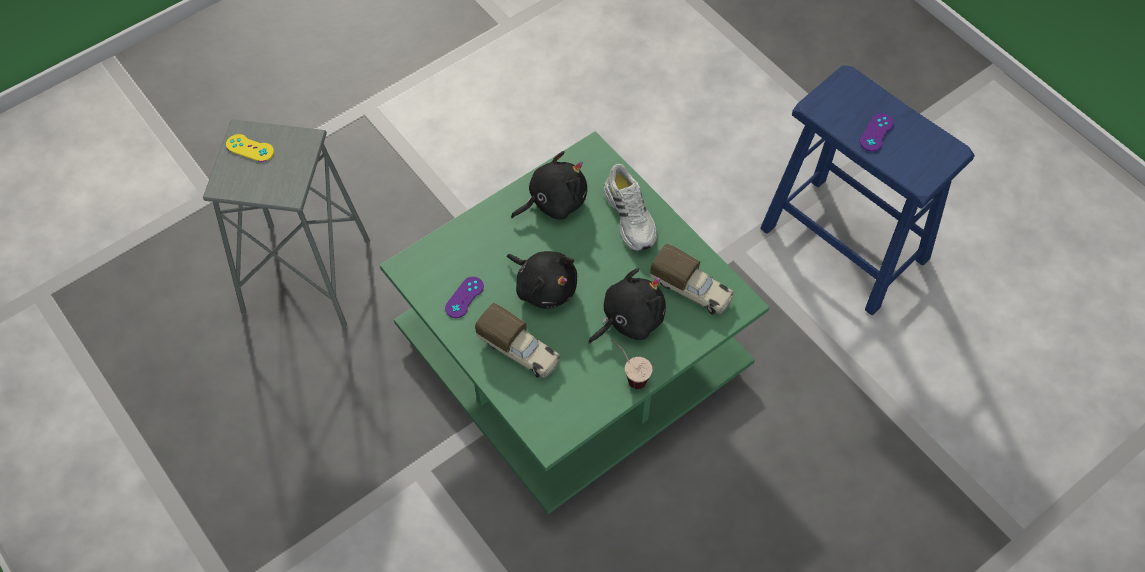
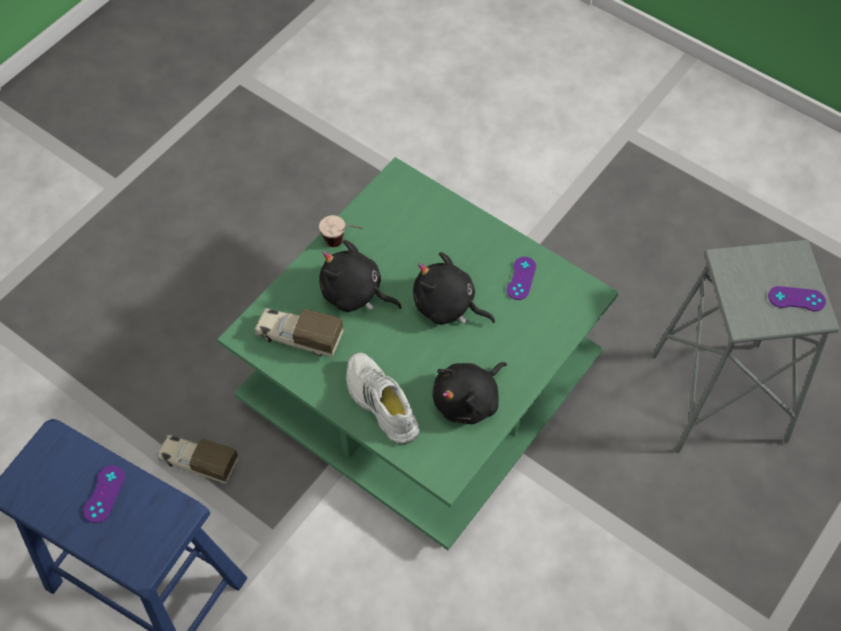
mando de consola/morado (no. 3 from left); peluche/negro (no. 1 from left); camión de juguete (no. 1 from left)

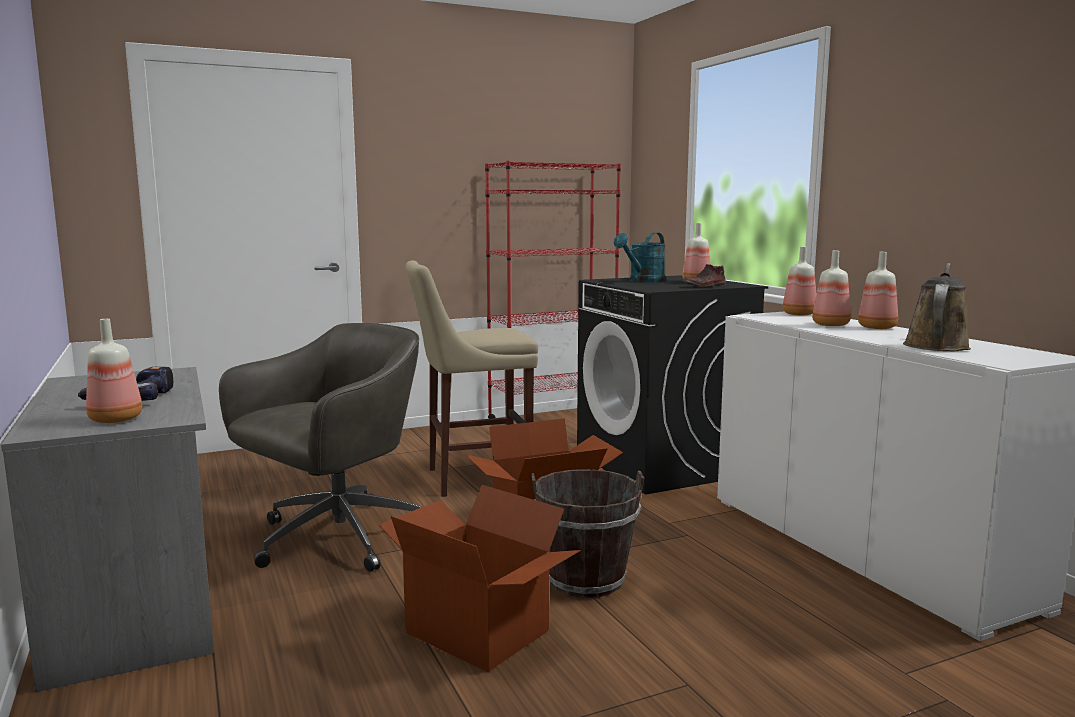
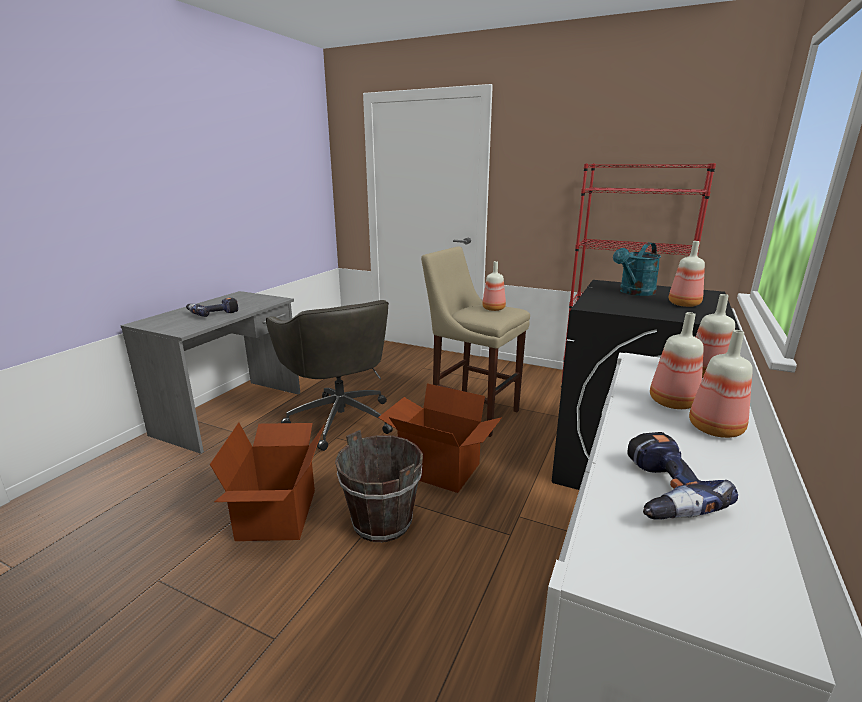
regadera/turquesa; taladro (no. 2 from left); zapato/marrón; botella (no. 1 from left); silla de oficina/gris

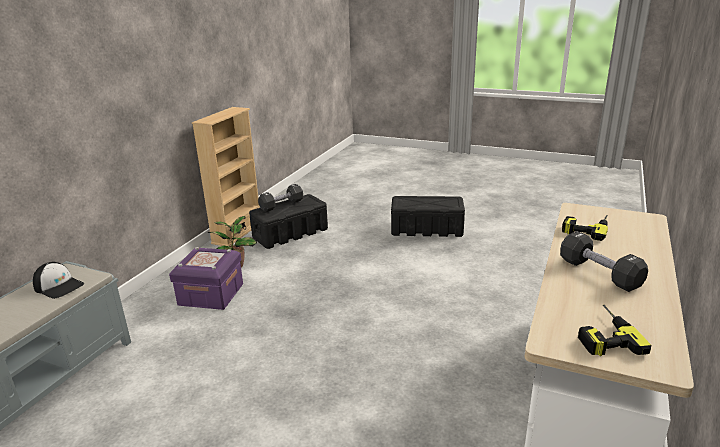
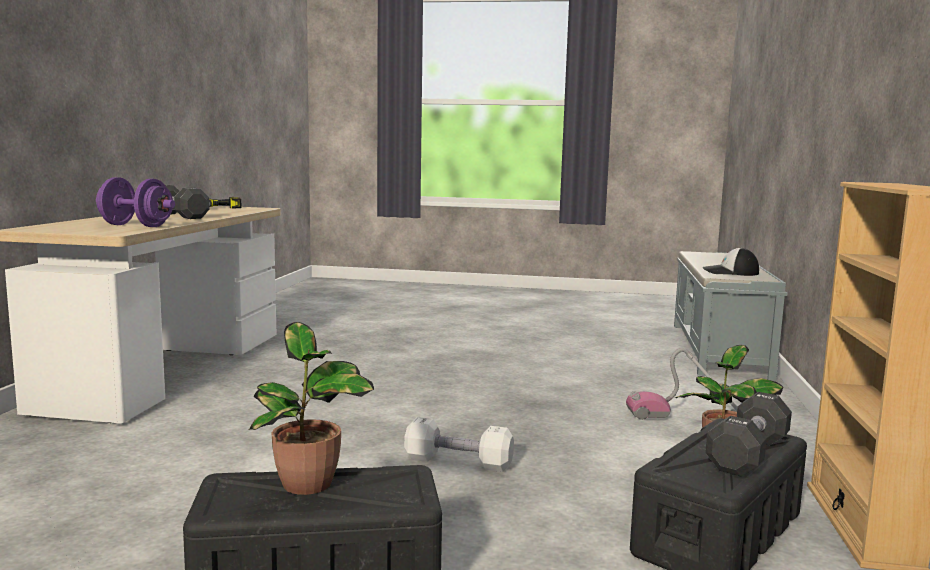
mancuerna/morado; aspiradora; planta en maceta (no. 1 from left); mancuerna/blanco

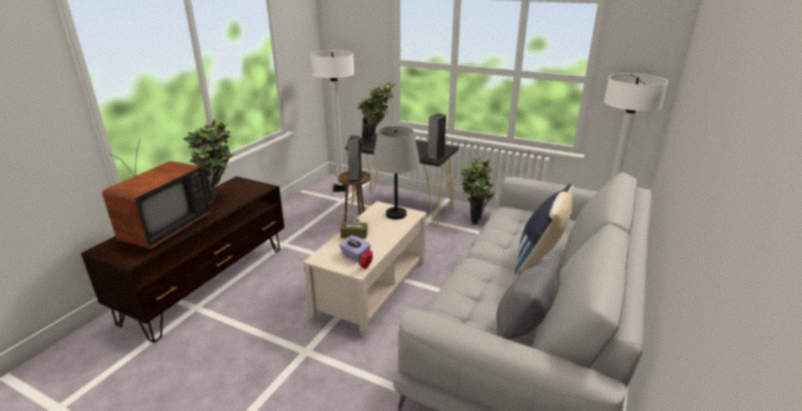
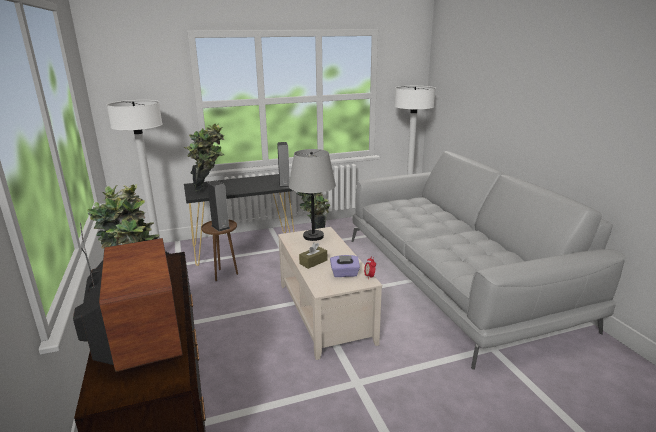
cojín/azul; cojín/gris

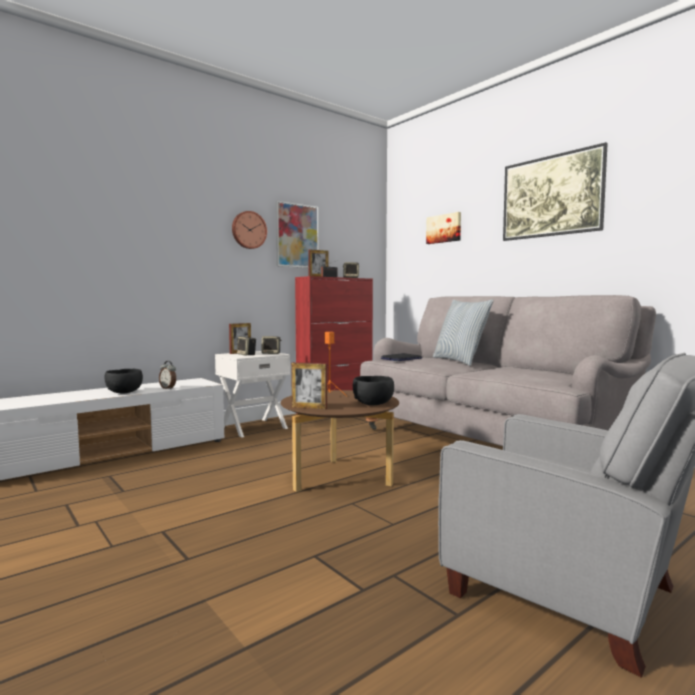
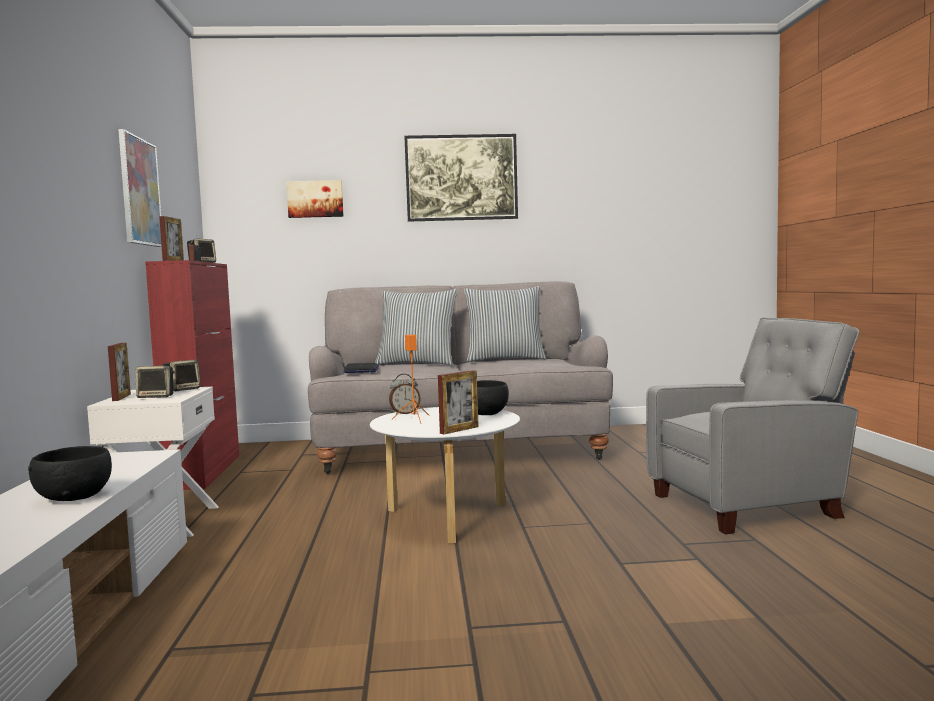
reloj de pared; despertador; mesa de centro/blanco; cojín (no. 2 from left)

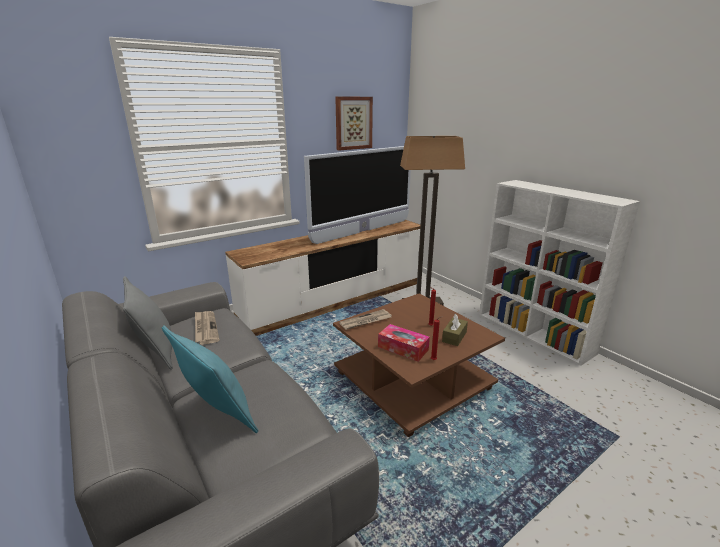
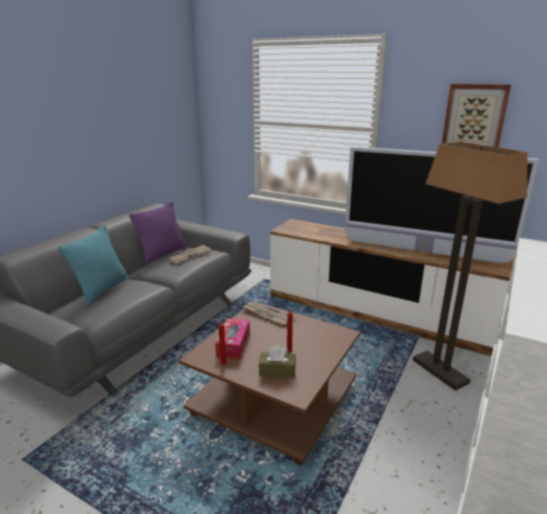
cojín/morado

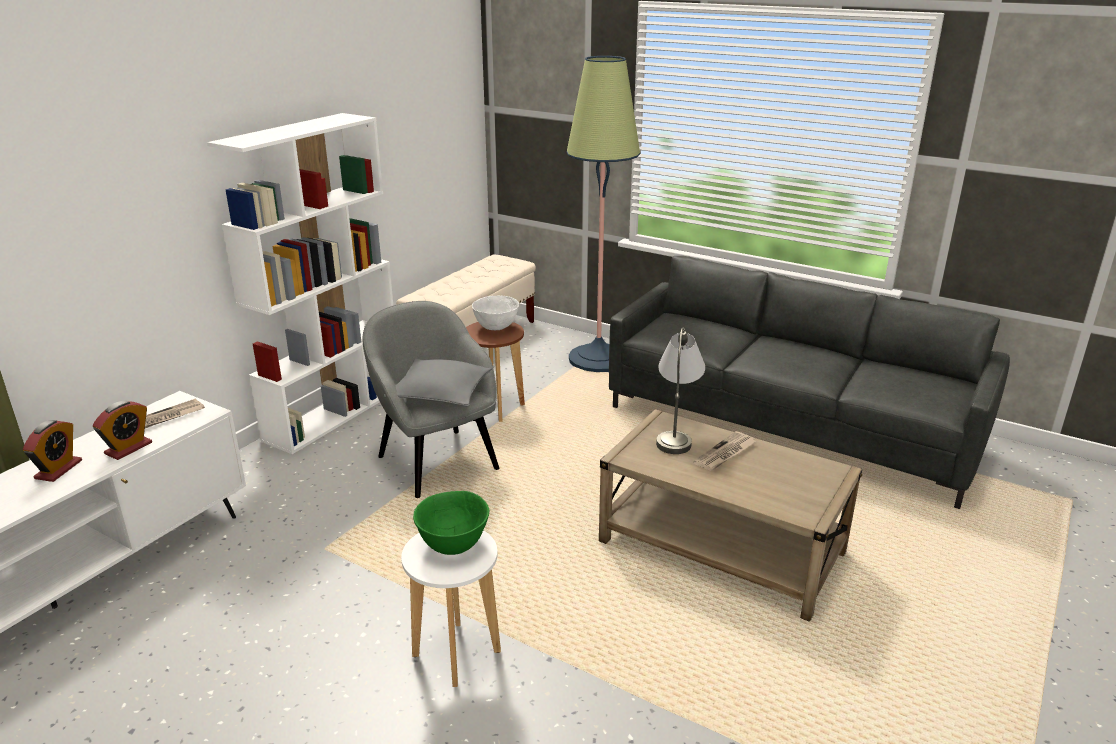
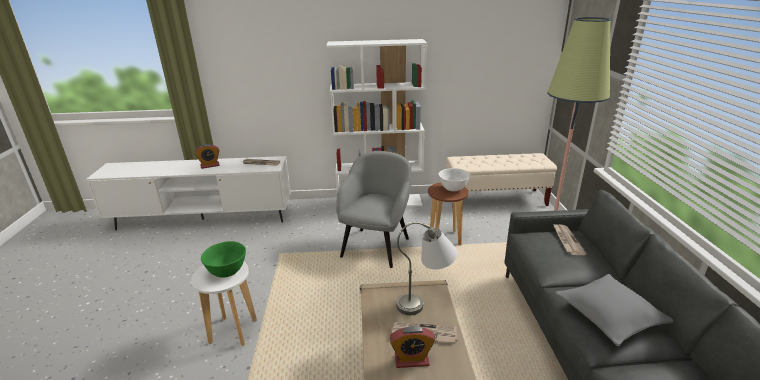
cojín/gris; despertador (no. 2 from left); periódico (no. 3 from left)

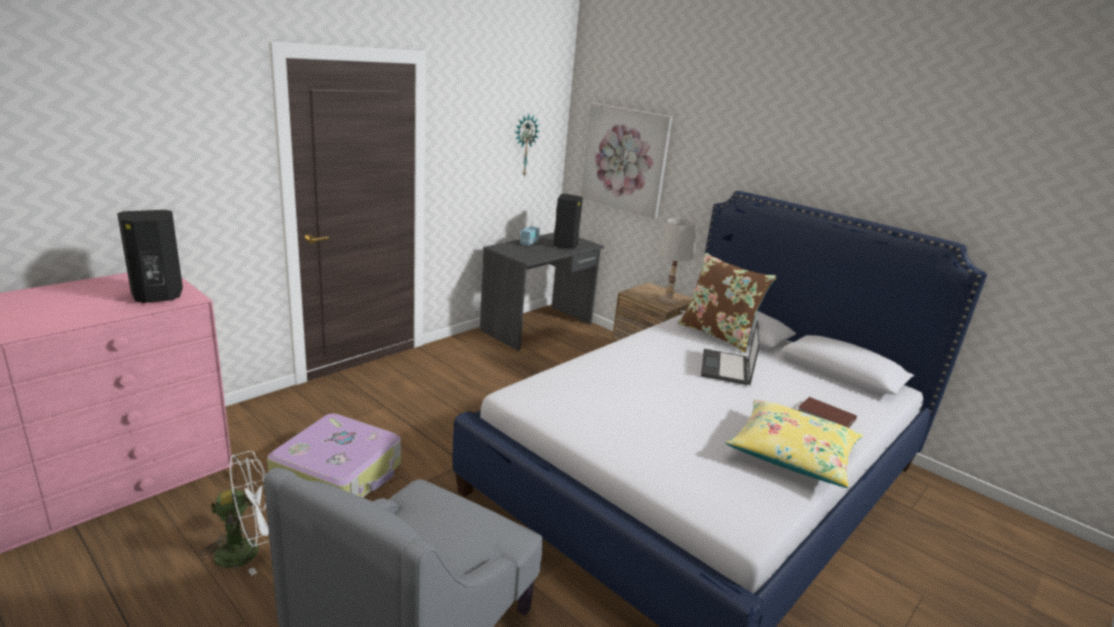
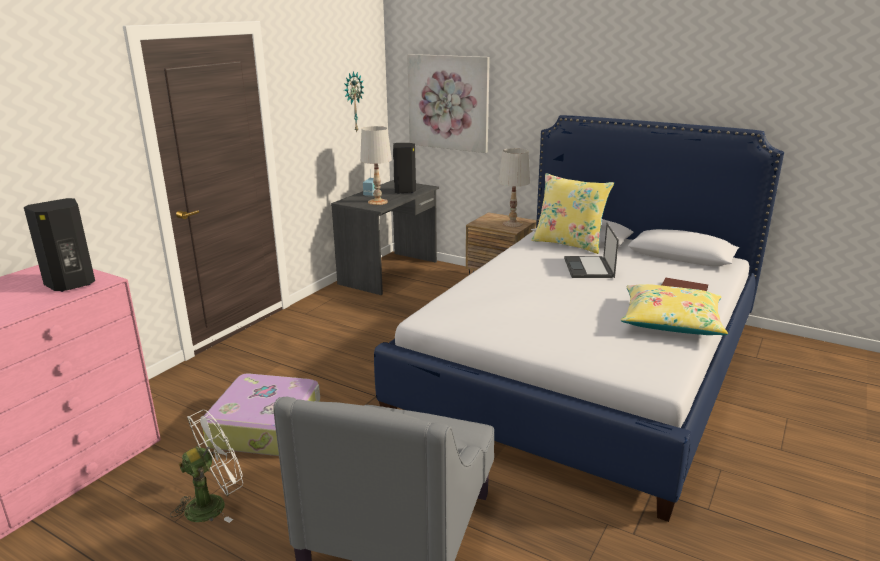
cojín/amarillo (no. 1 from left); lámpara de mesa/blanco (no. 1 from left)

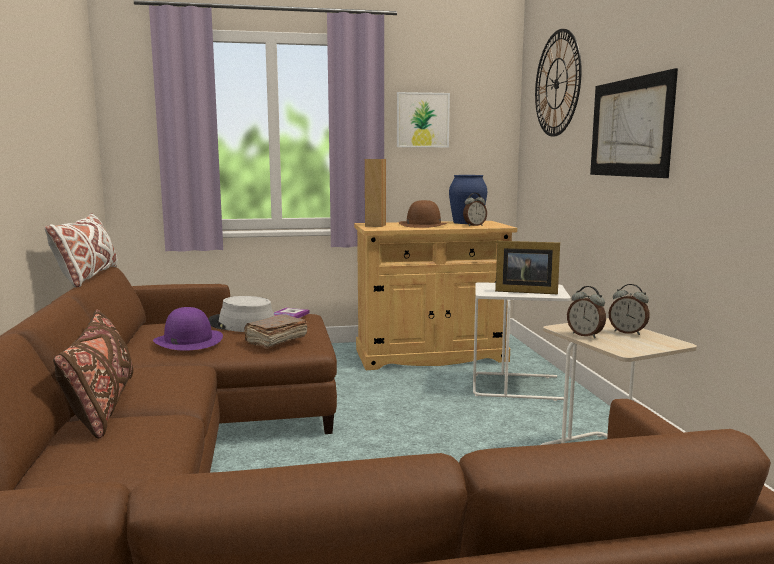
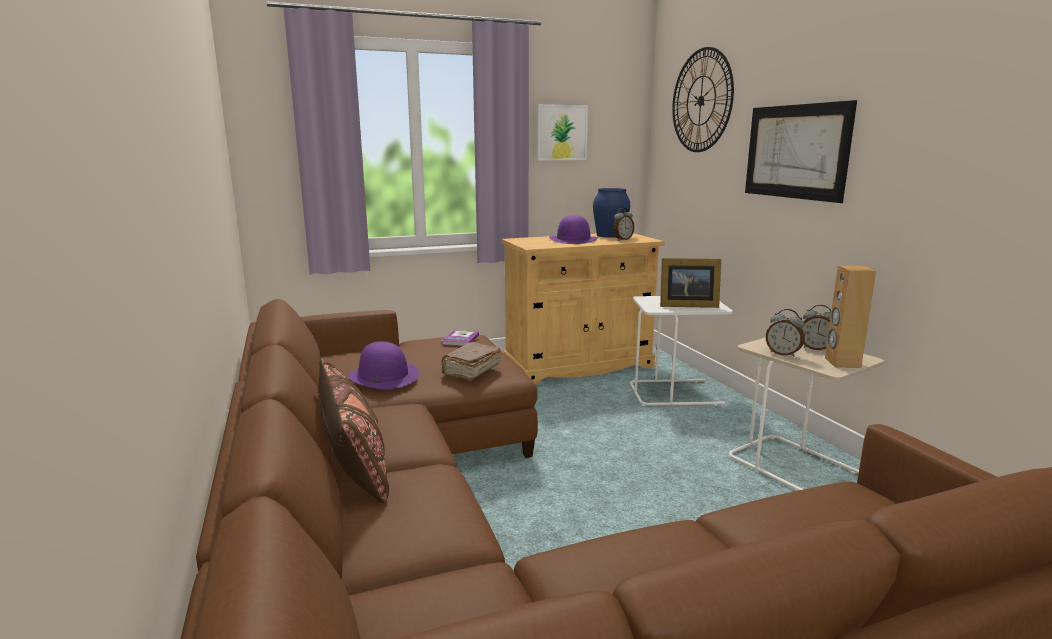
altavoz/marrón; sombrero/morado (no. 2 from left); cojín/blanco; sombrero/gris

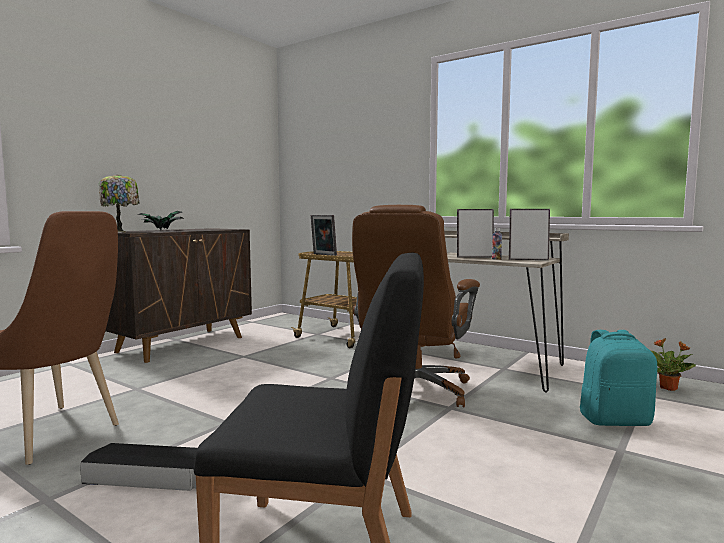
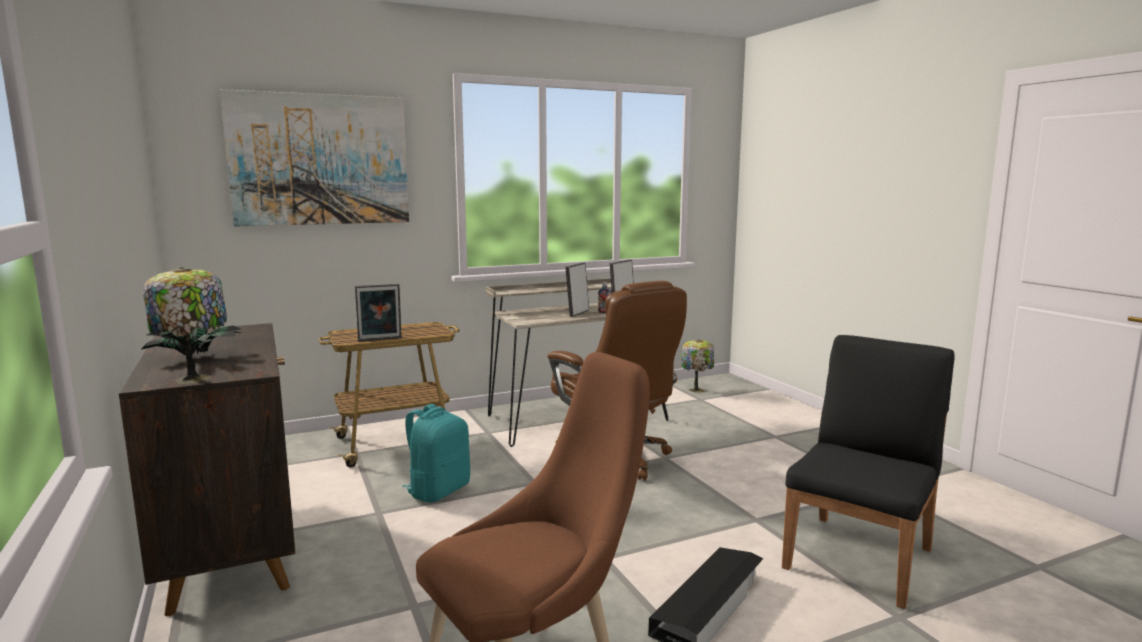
mochila/turquesa; lámpara de mesa (no. 2 from left); cuadro

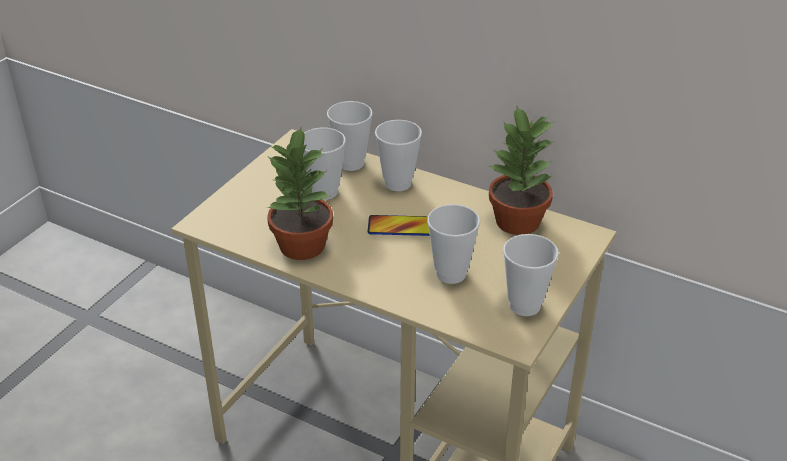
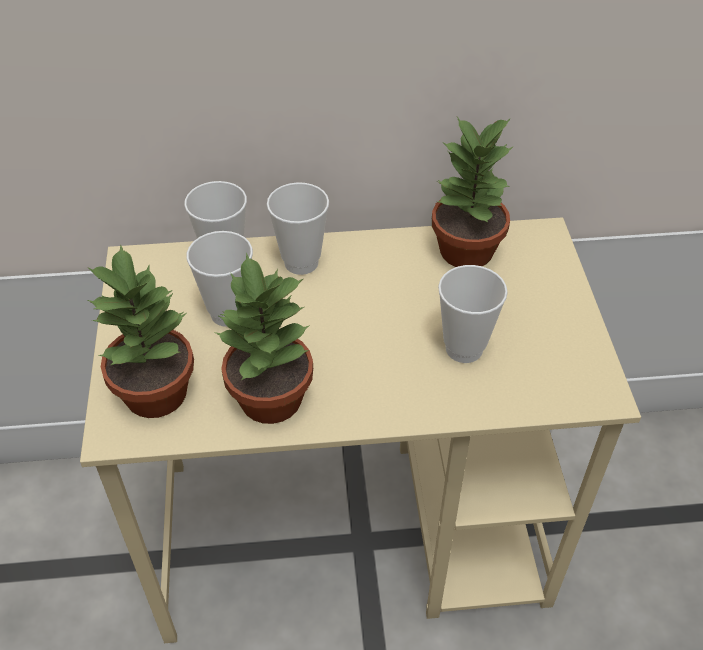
móvil; taza (no. 5 from left in the first image); planta en maceta (no. 1 from left)

